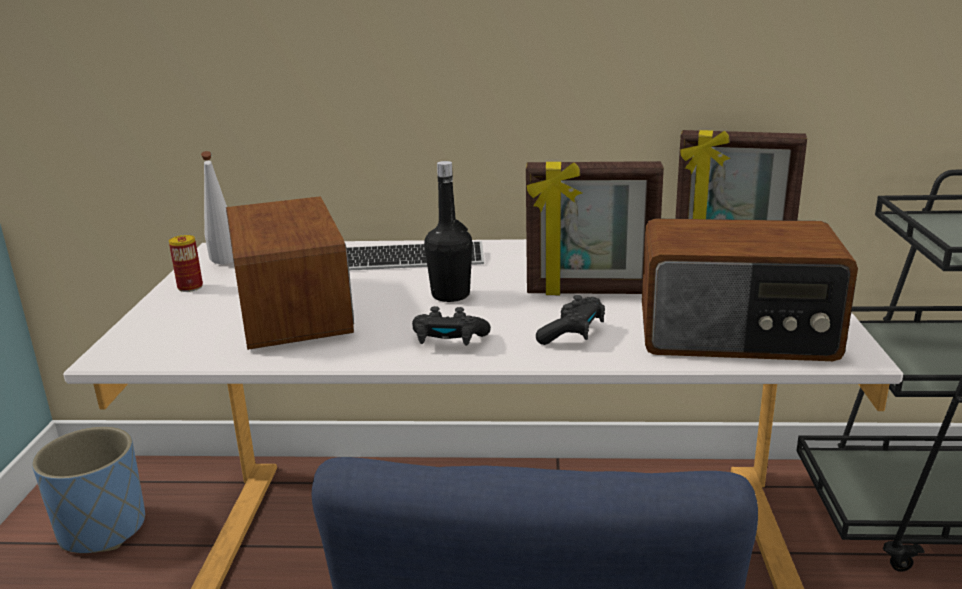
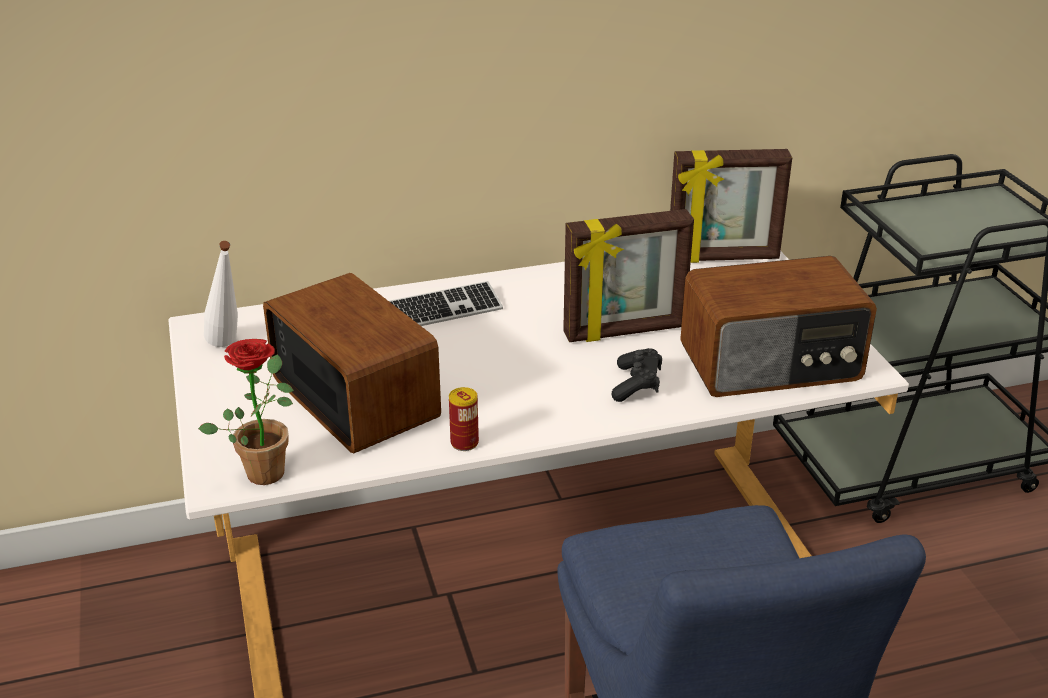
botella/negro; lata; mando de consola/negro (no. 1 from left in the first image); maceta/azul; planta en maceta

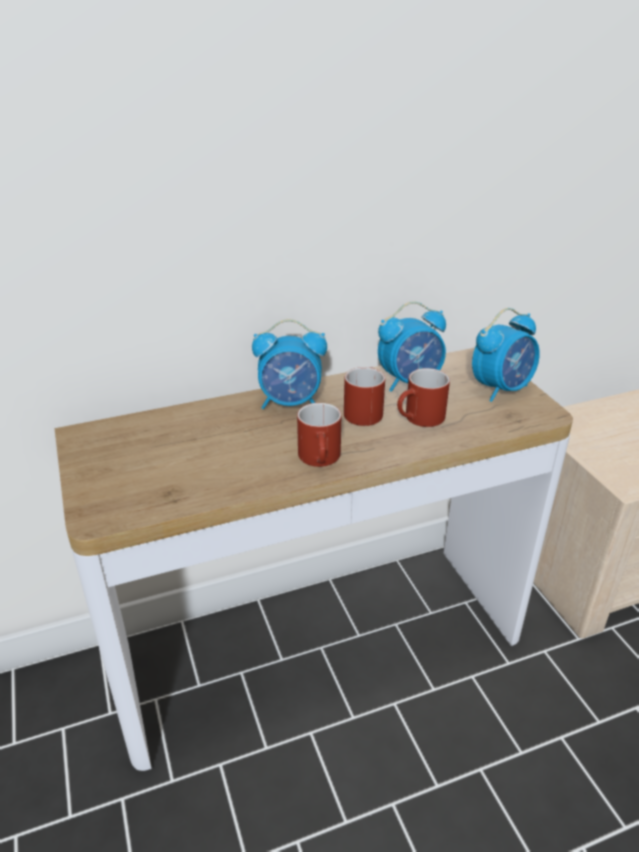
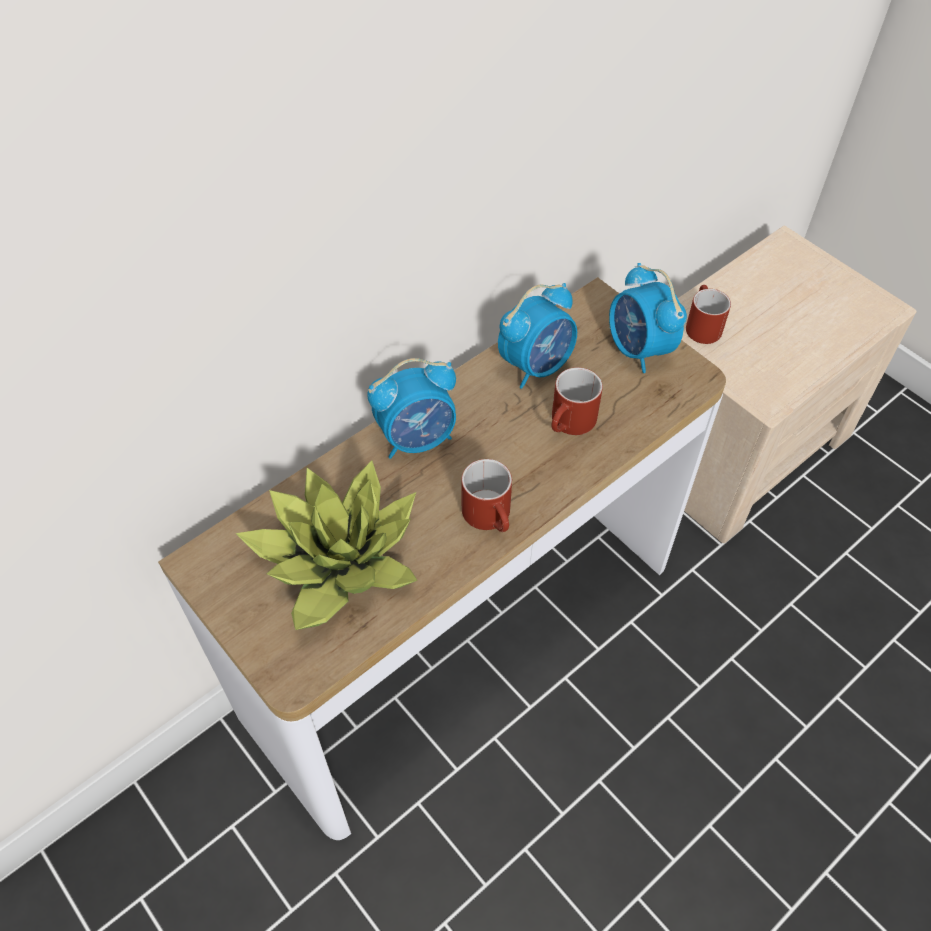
despertador (no. 3 from left); taza grande/rojo (no. 3 from left); planta en maceta

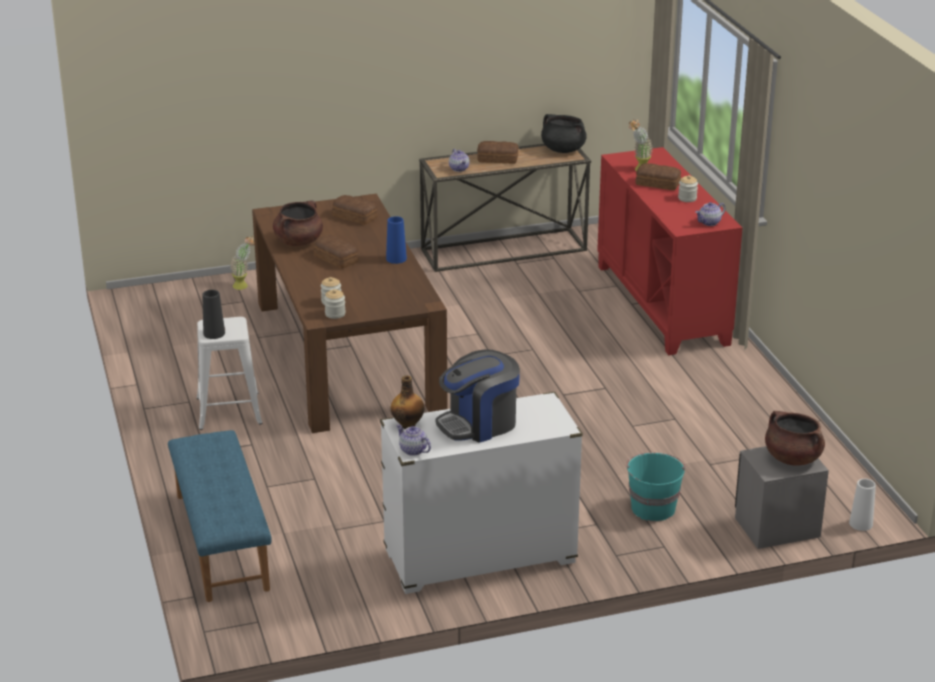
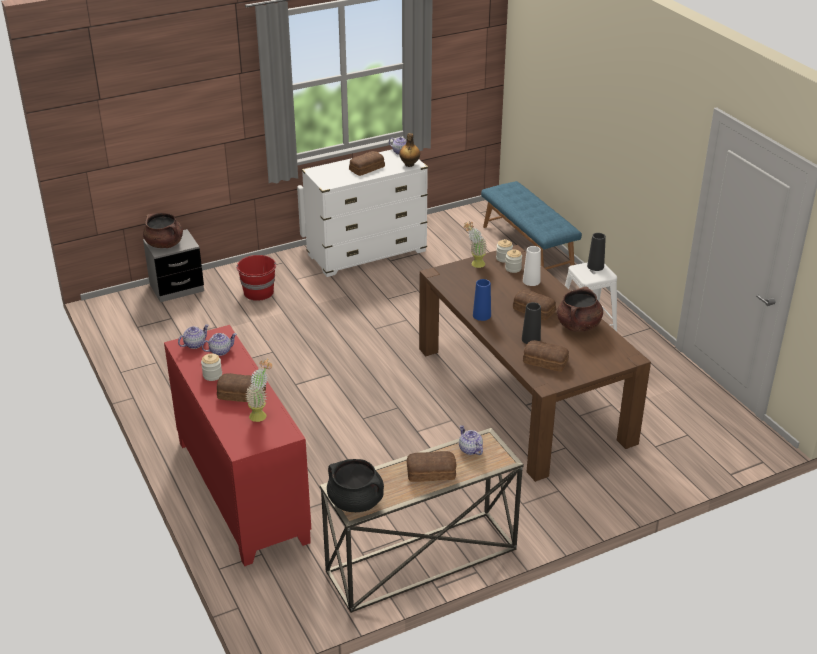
planta en maceta (no. 2 from left); pan (no. 2 from left); cubo/rojo; florero/blanco; florero/negro (no. 1 from left); tetera (no. 2 from left)

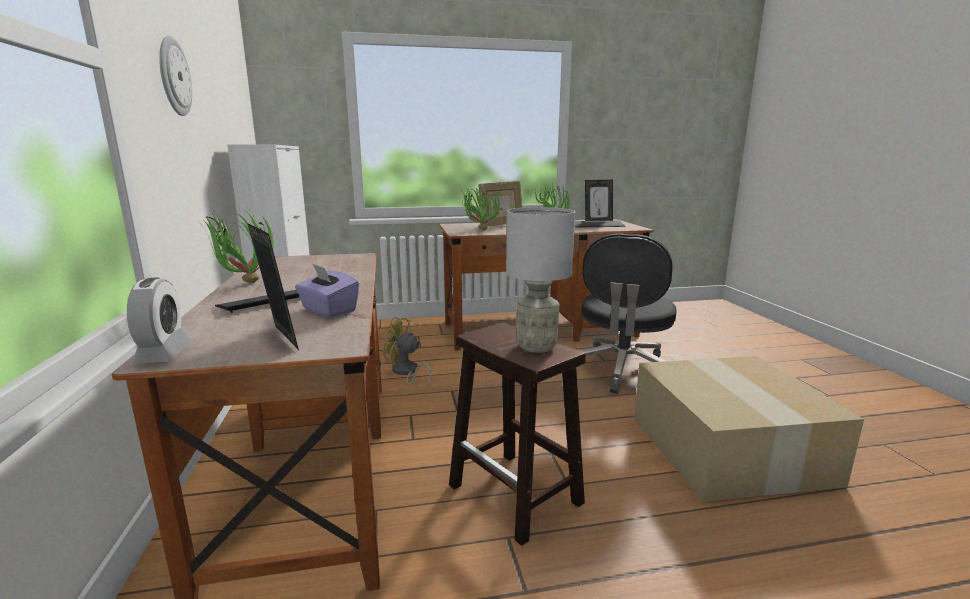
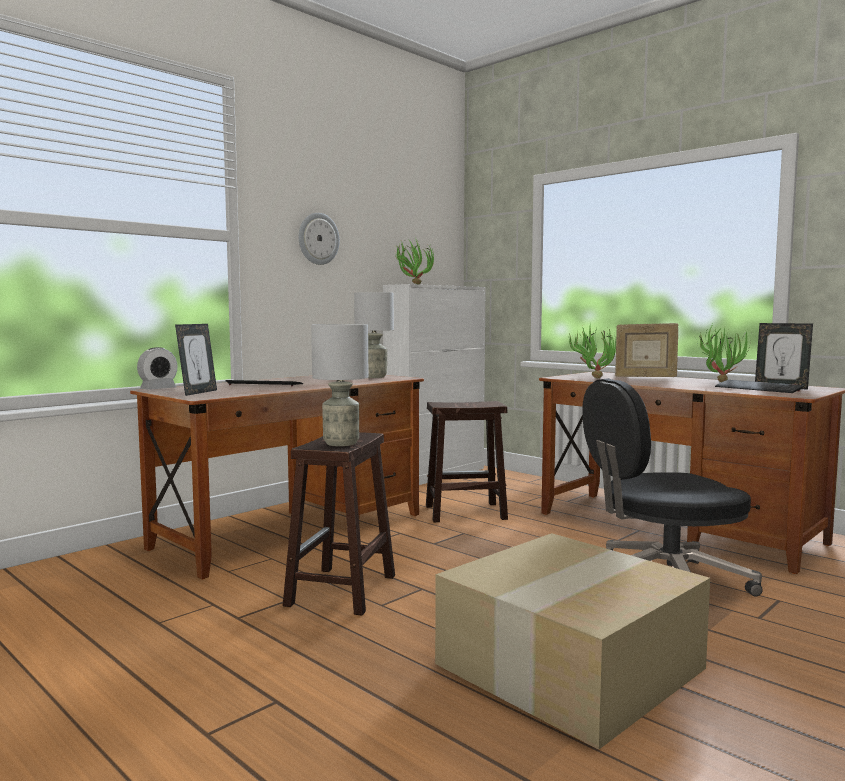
planta en maceta (no. 1 from left); caja de pañuelos/morado; taburete/marrón (no. 2 from left); lámpara de mesa/gris (no. 2 from left)

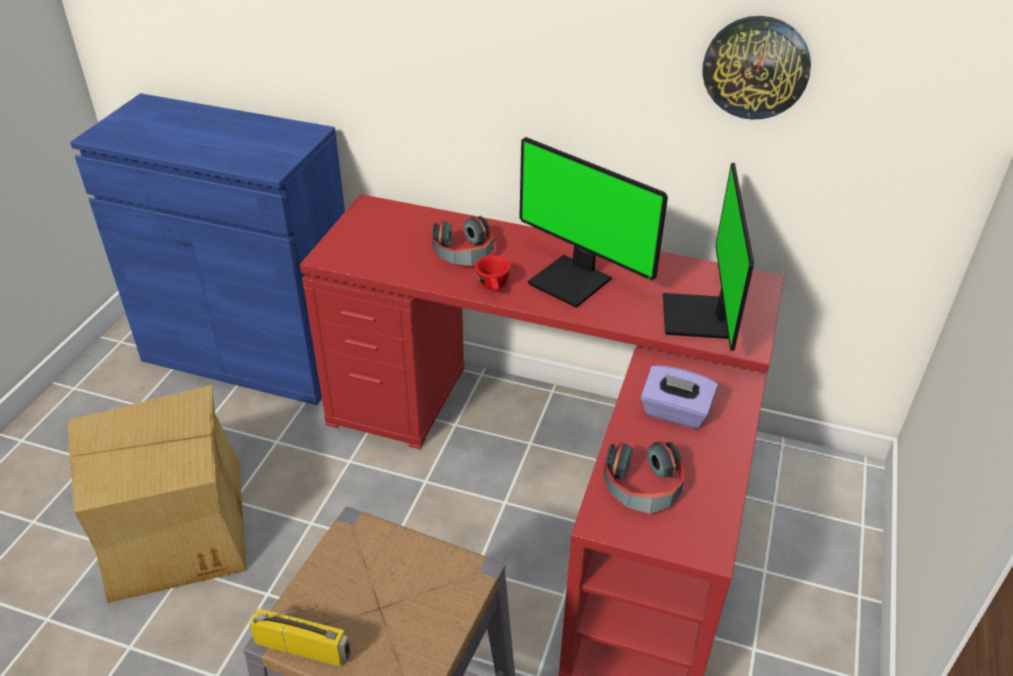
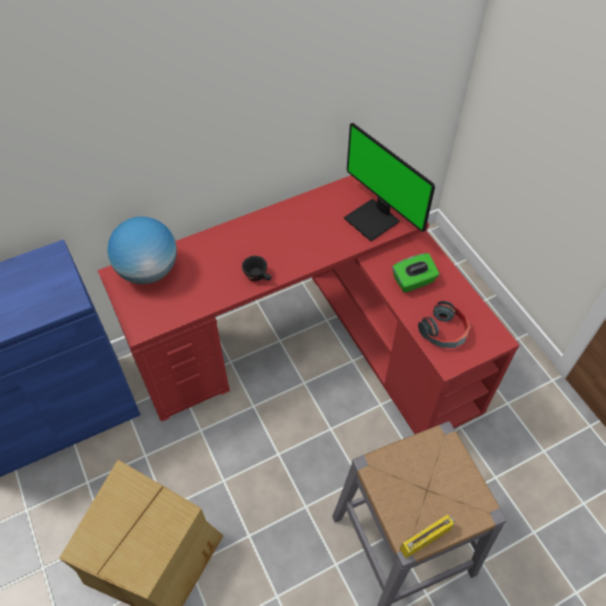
reloj de pared; monitor (no. 1 from left in the first image); auriculares (no. 1 from left in the first image); taza/negro; caja de pañuelos/verde; globo terráqueo

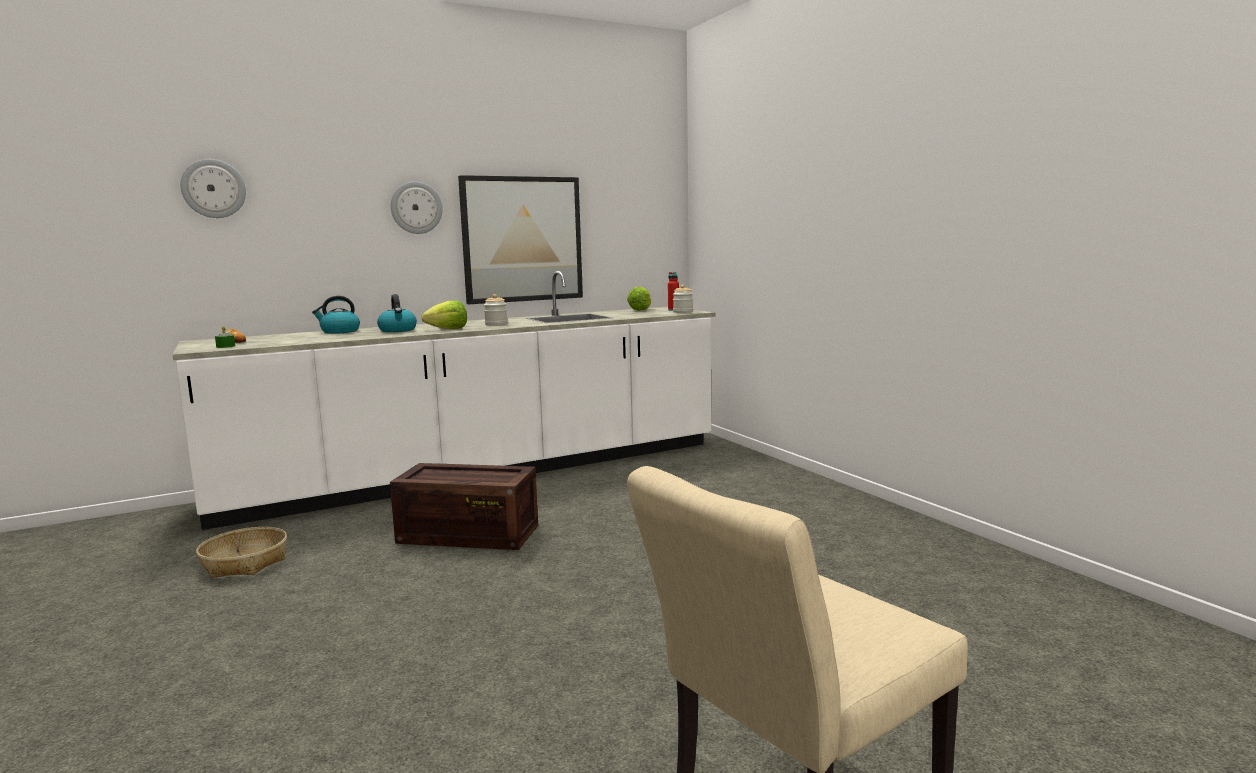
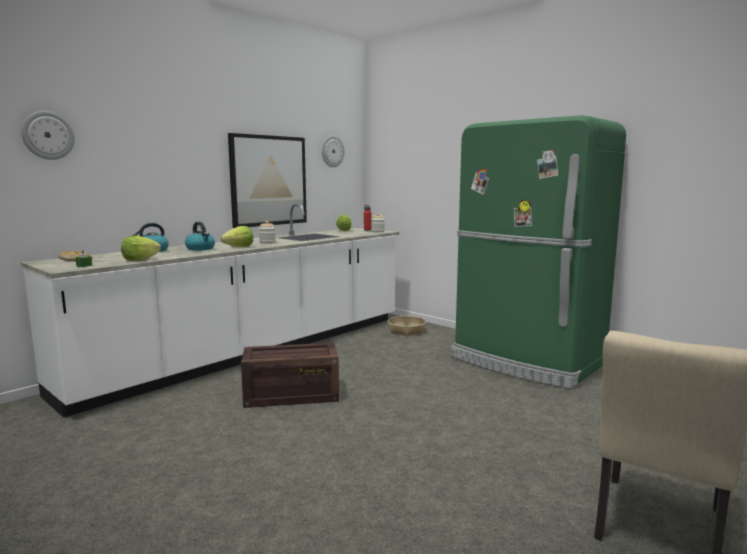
reloj de pared (no. 2 from left); cesta; nevera/verde; lechuga (no. 1 from left)

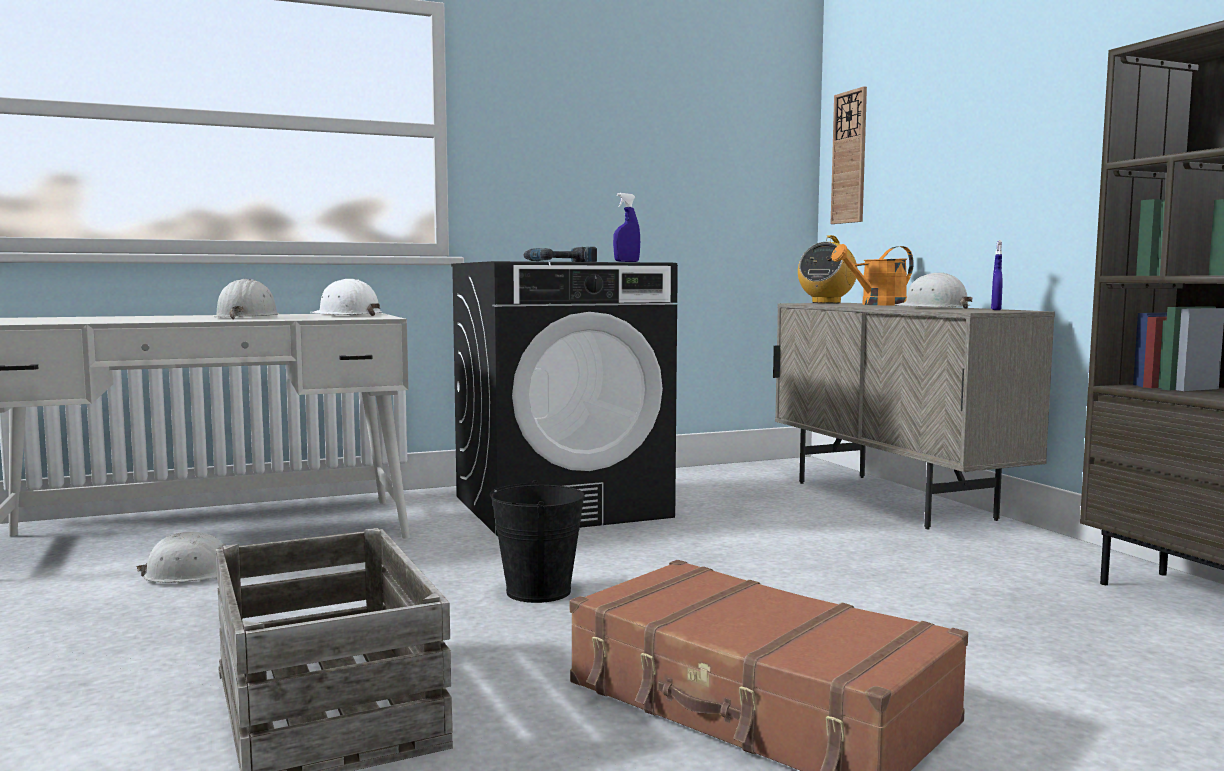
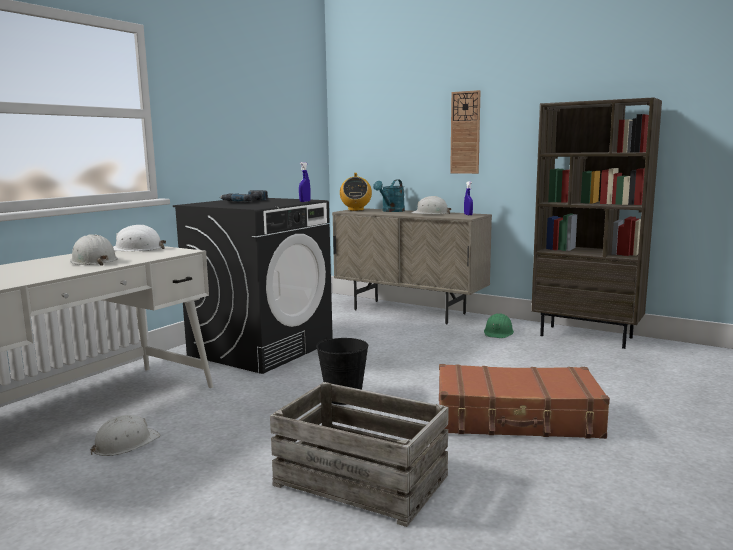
reloj de pared; regadera/turquesa; casco/verde

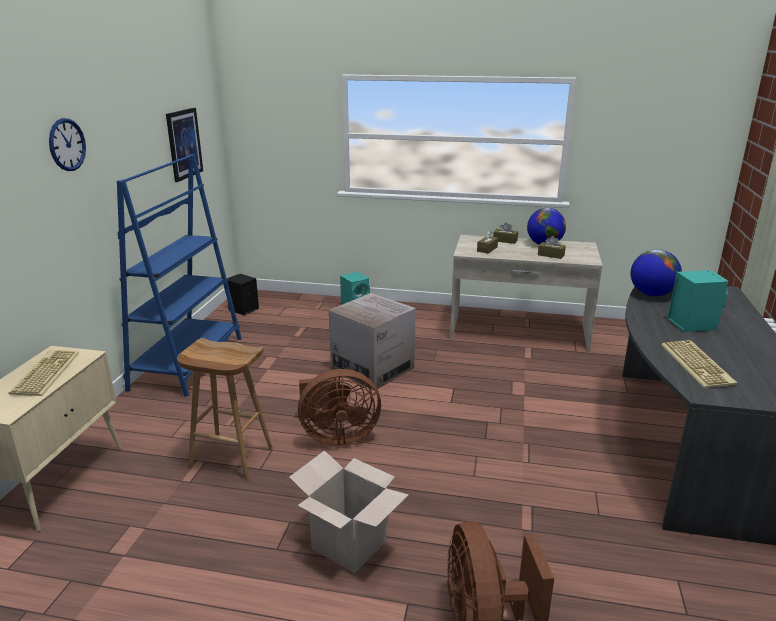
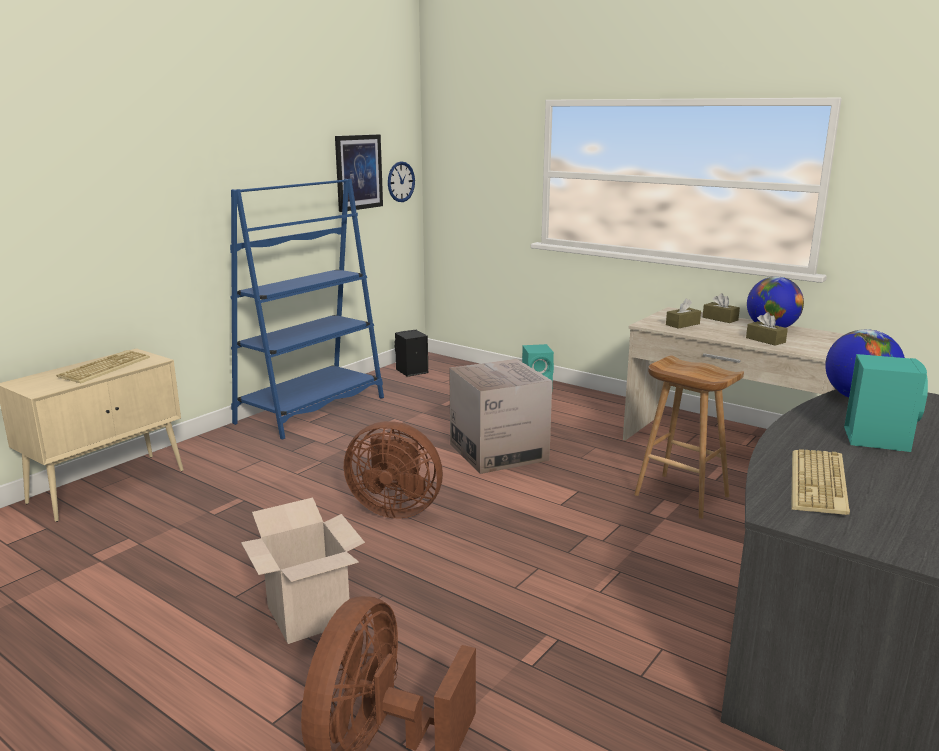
reloj de pared; taburete/marrón

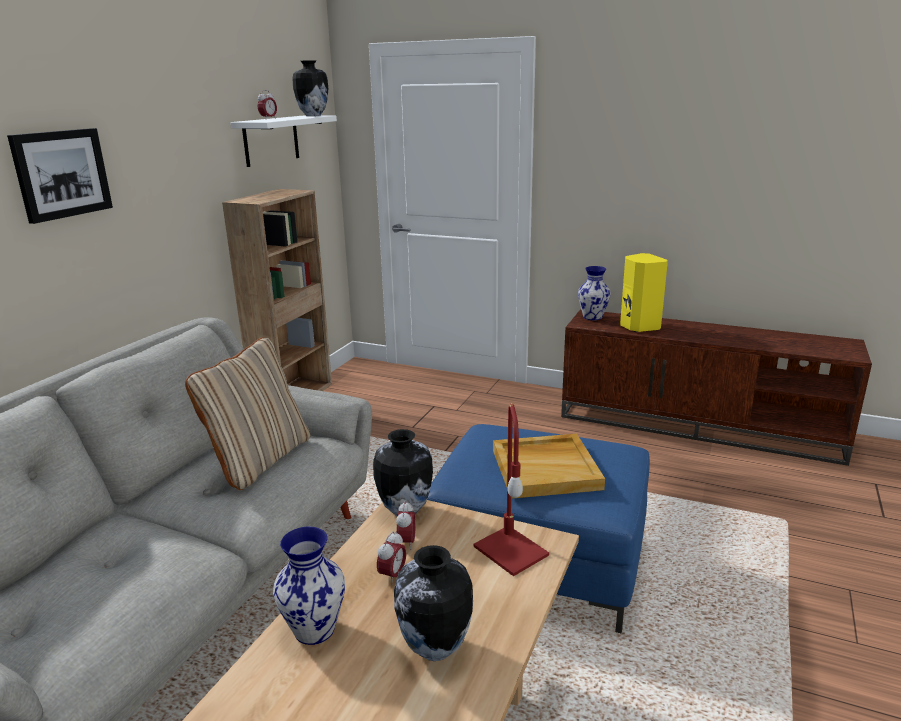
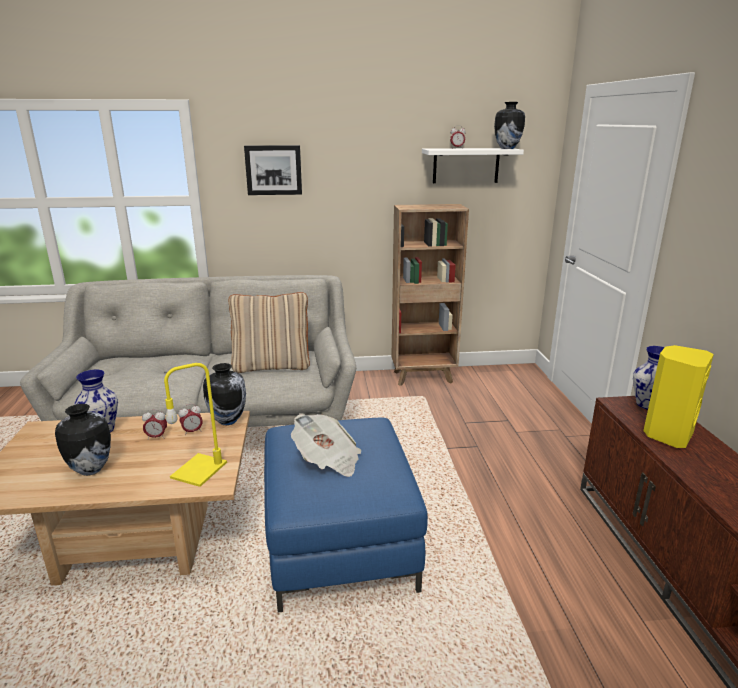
lámpara de mesa/amarillo; periódico

